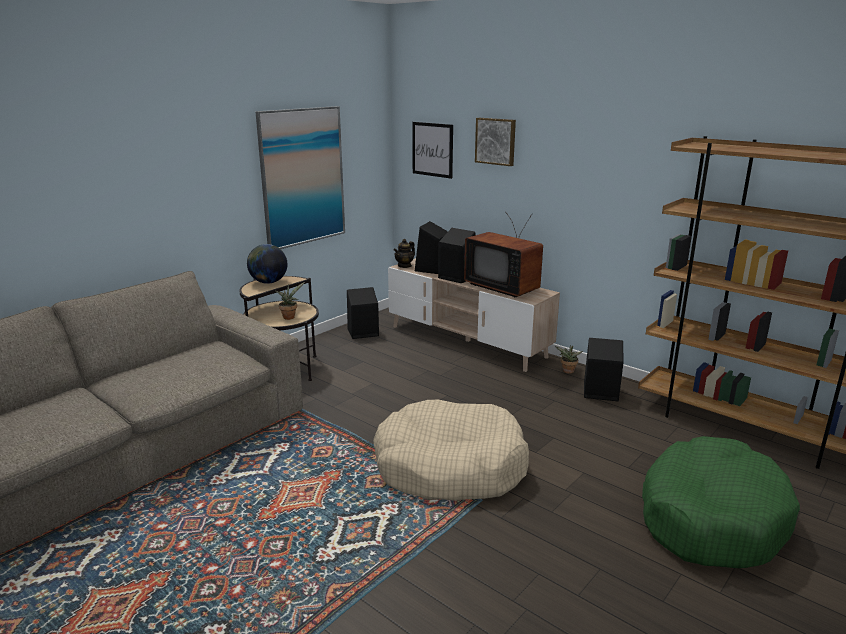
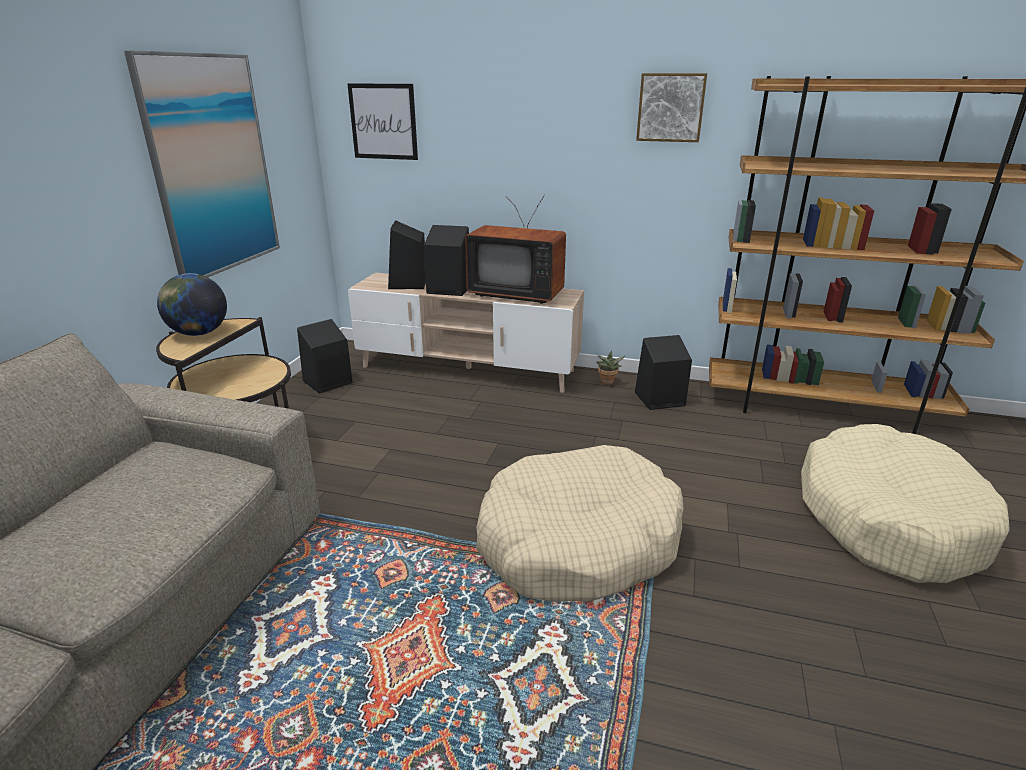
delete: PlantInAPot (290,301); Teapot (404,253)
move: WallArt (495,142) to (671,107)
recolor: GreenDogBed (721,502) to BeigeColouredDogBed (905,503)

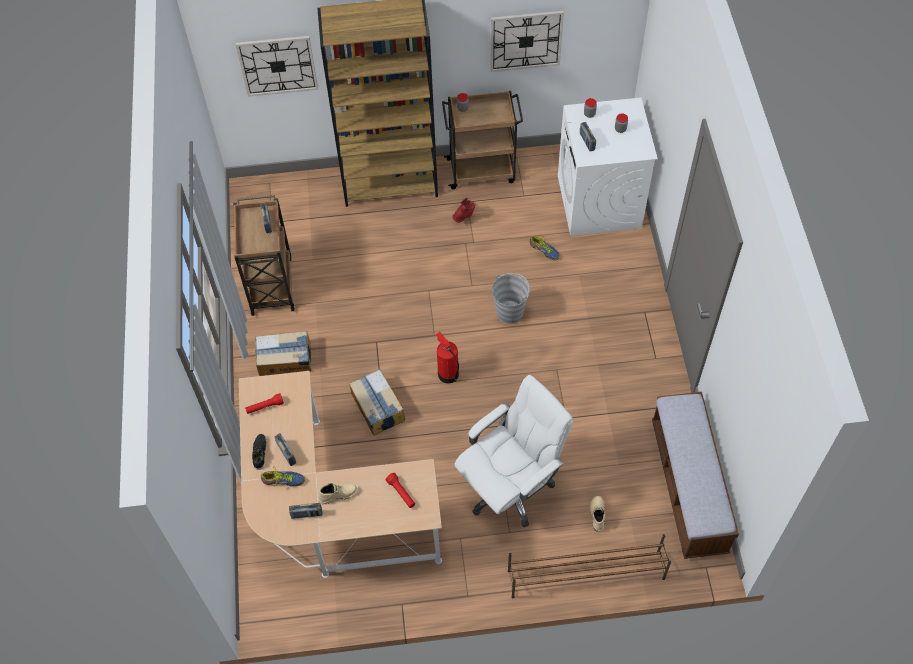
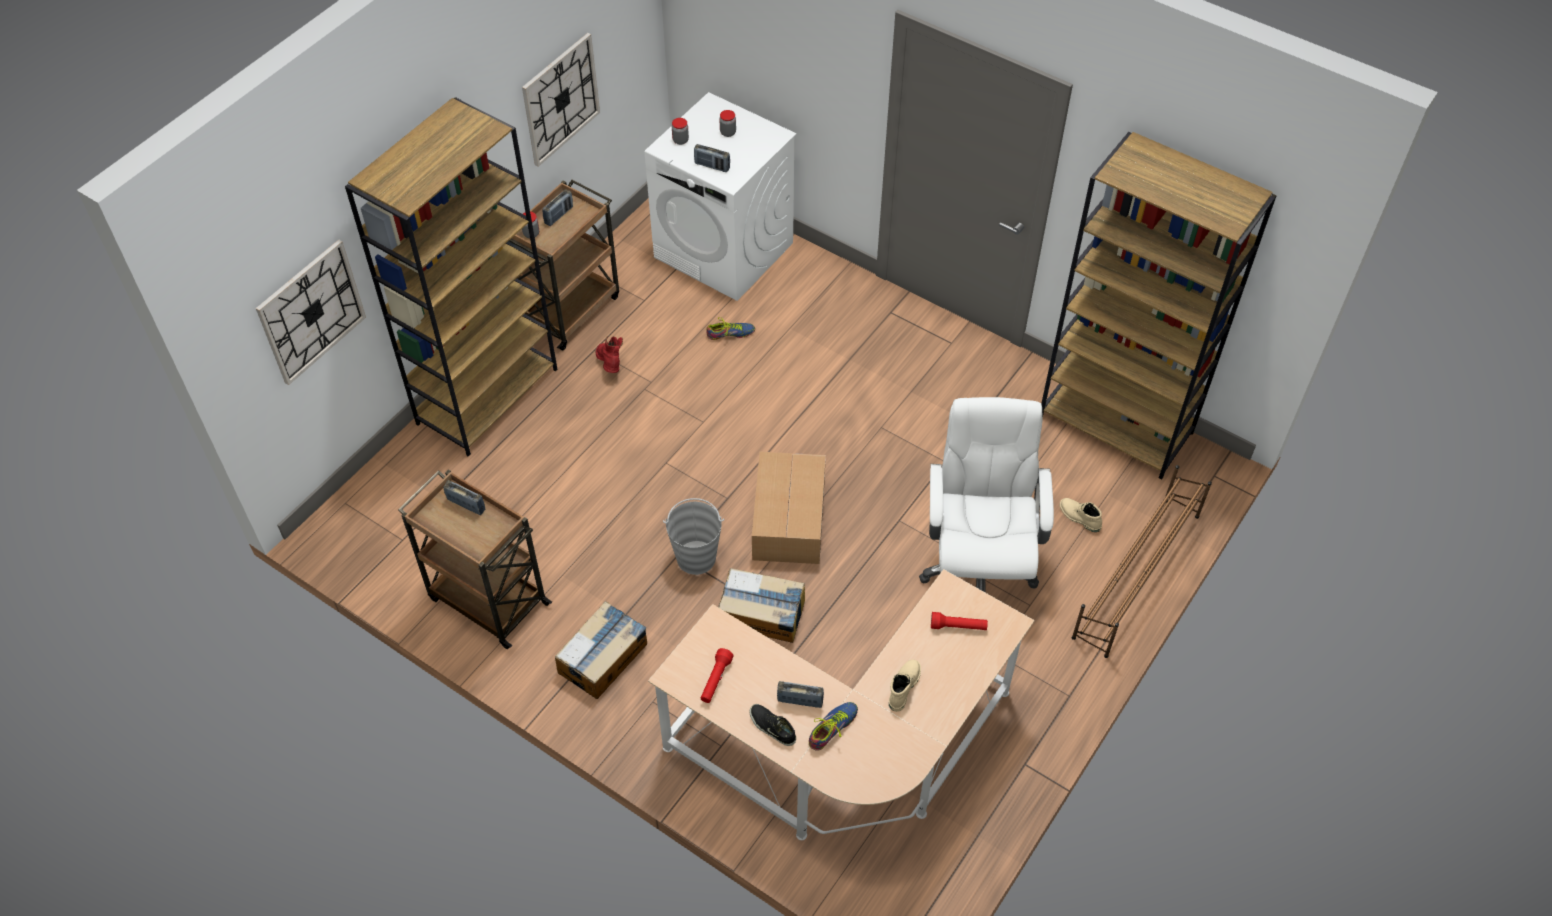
move: Radio (305,511) to (557,207); GreyishBucket (511,298) to (693,536)
replace: Extinguisher (447,357) to Carton (789,508); LongSeat (695,475) to BrownishBookcase (1158,306)

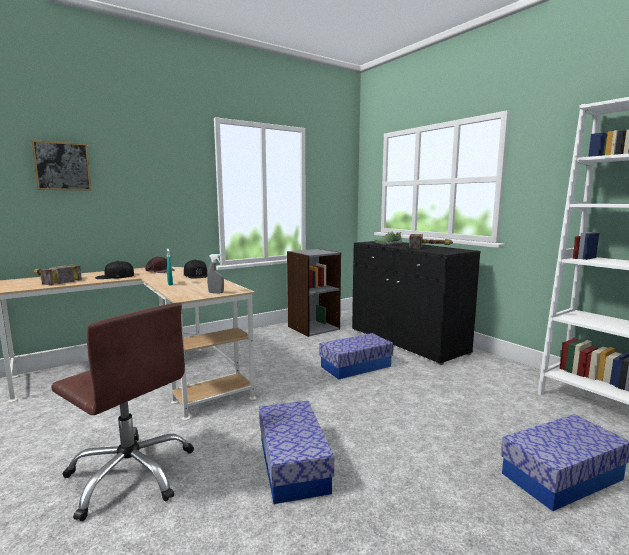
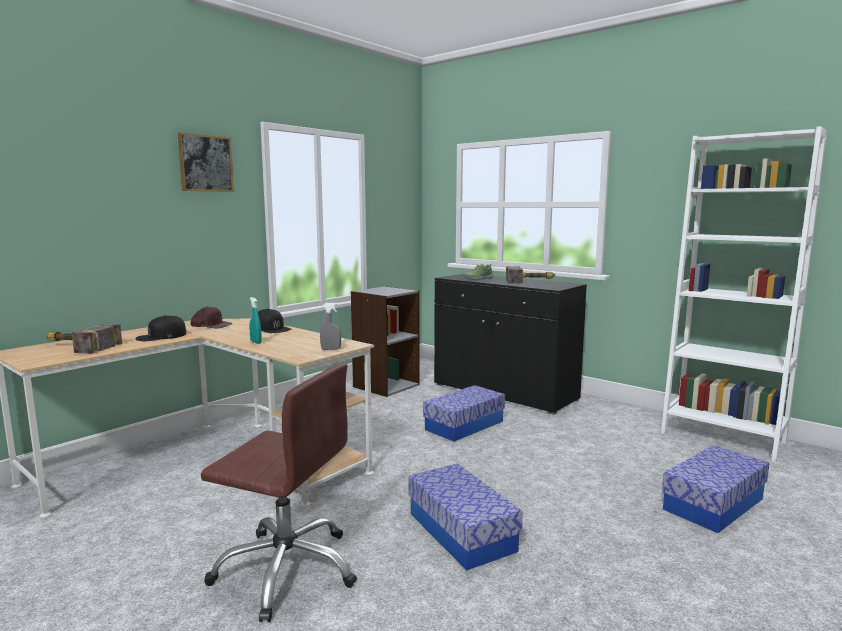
move: WallArt (61,165) to (206,162)

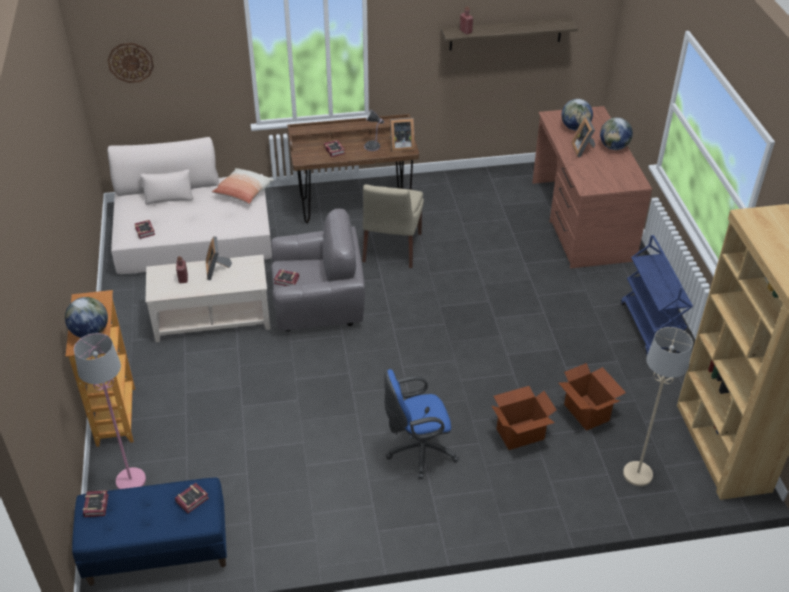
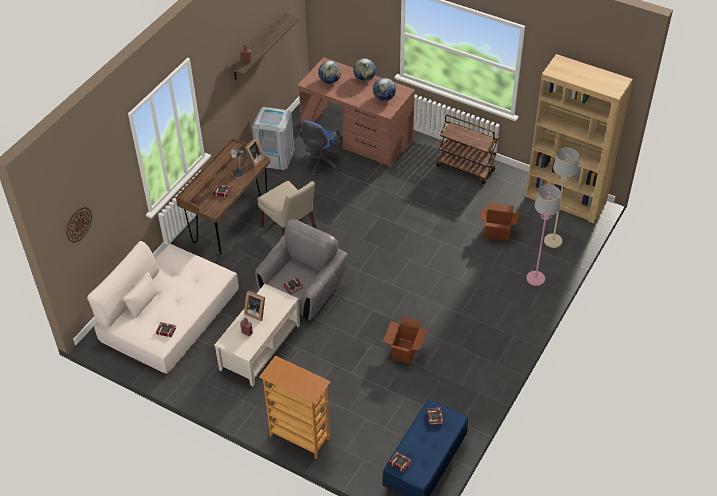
delete: ThrowPillow (243,186); PhotoFrame (583,137)
insert: GreyishWasteBin (273,138)
move: BlueOfficeChair (421,424) to (321,148); WorldGlobe (86,317) to (384,89); Carton (524,418) to (405,340); PinkColouredStandingLamp (110,411) to (543,235)
recolor: BlueCart (657,295) to BrownishCart (467,149)

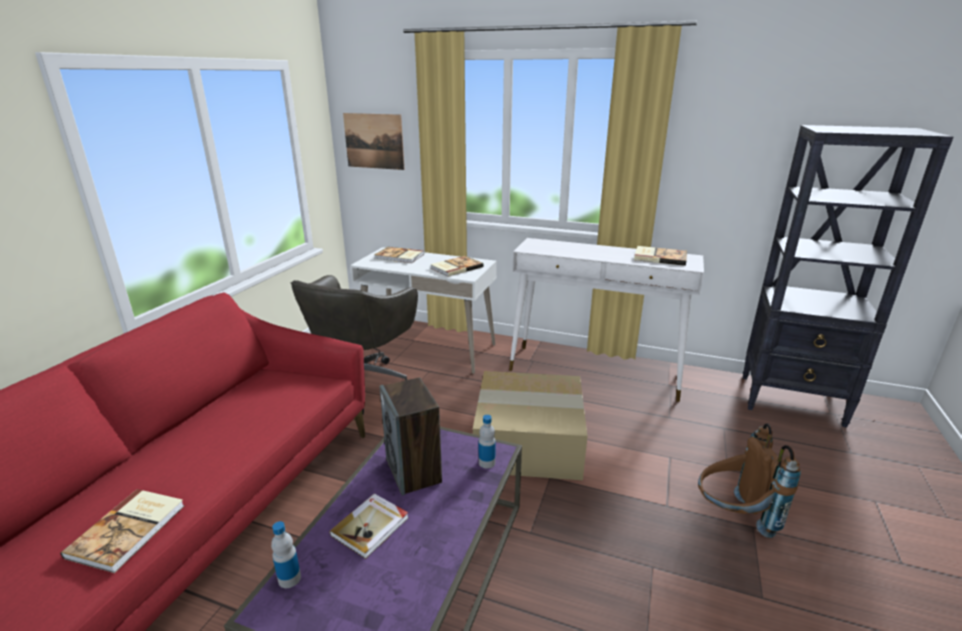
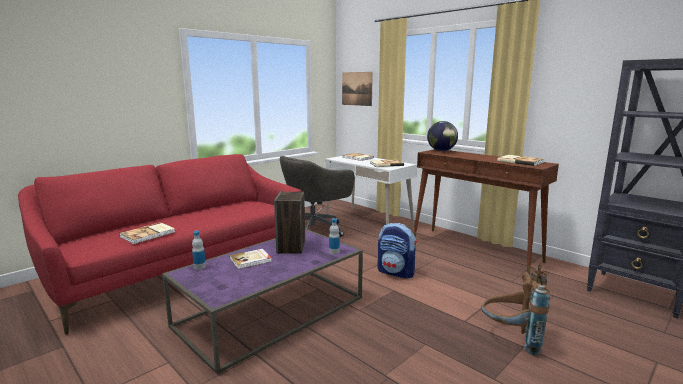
insert: WorldGlobe (442,136)
replace: Carton (530,425) to Backpack (397,251)
recolor: WhiteHallTable (606,320) to BrownishHallTable (486,212)

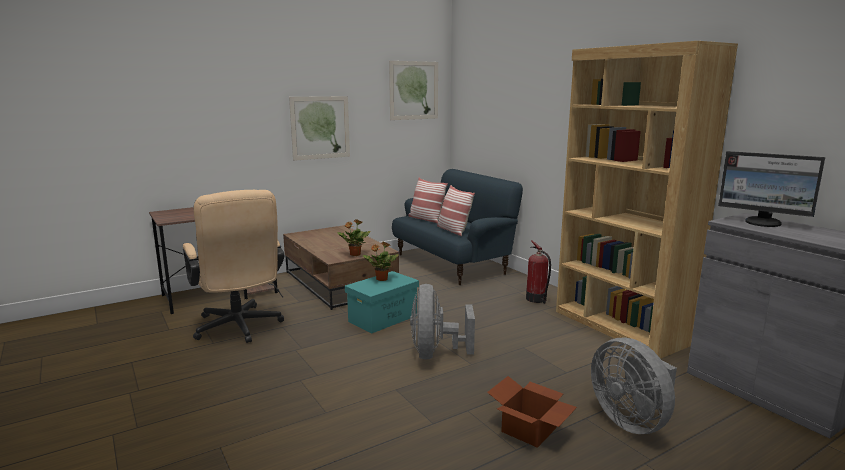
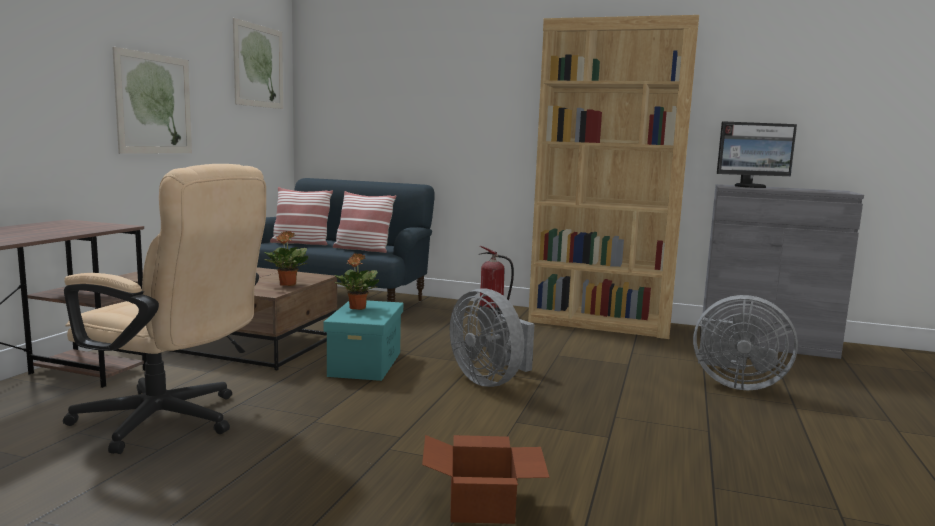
move: Carton (532,412) to (486,479)

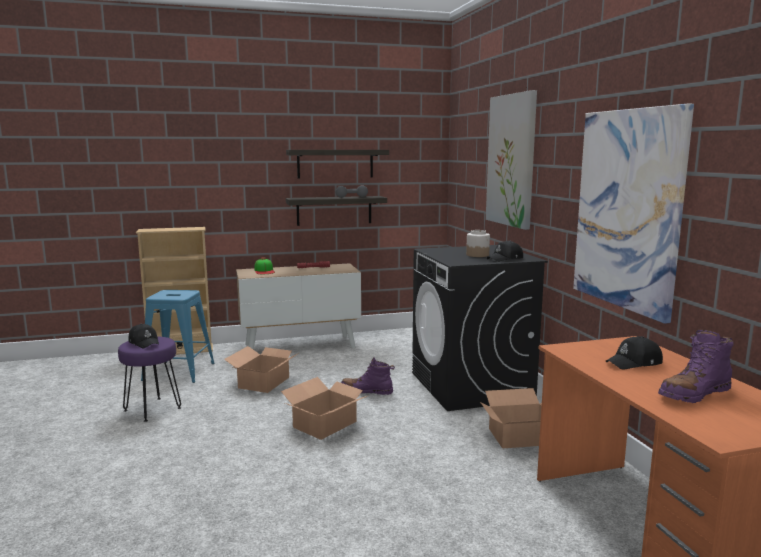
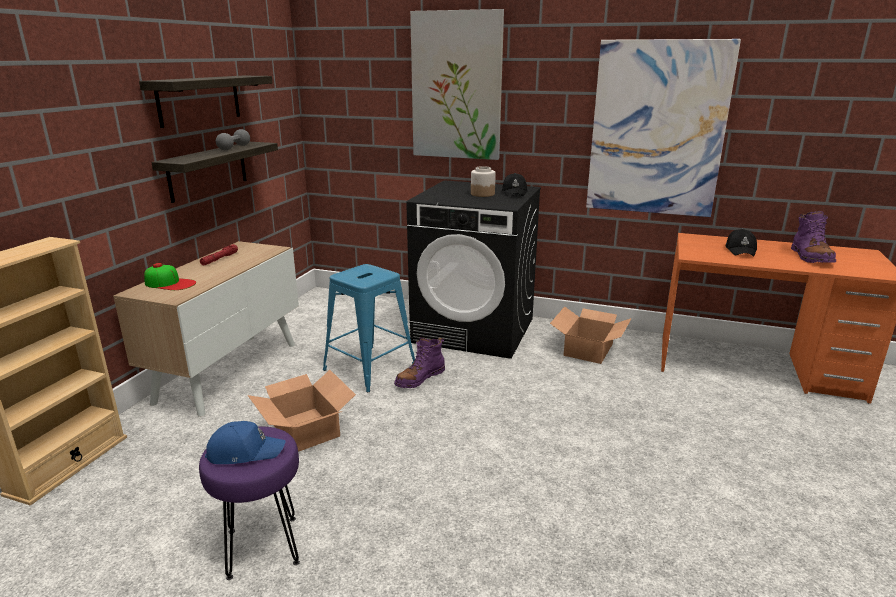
delete: Carton (325,408)
move: BlueStool (178,336) to (369,328)
recolor: BlackPeakedCap (143,336) to BluePeakedCap (245,442)

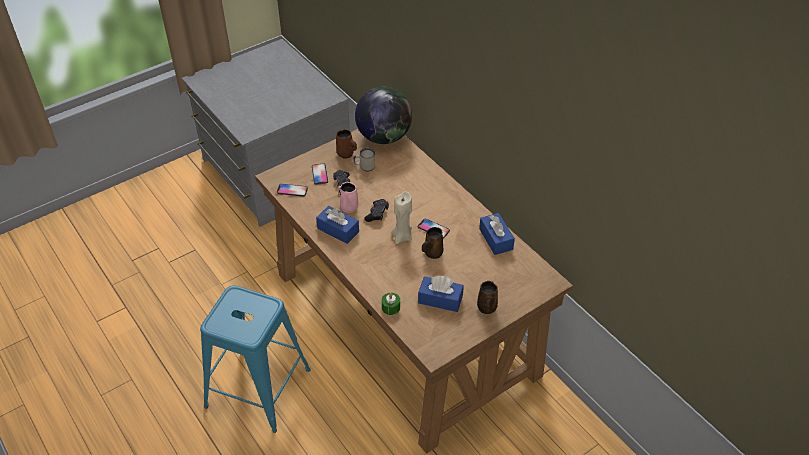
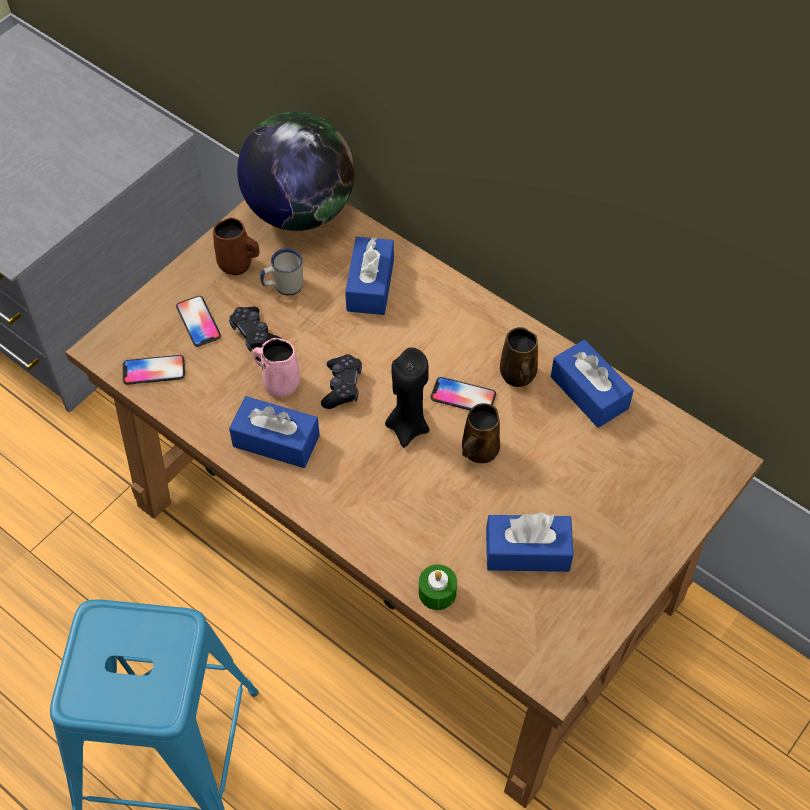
insert: BlueTissueBox (369,276)
move: BrownishMug (487,297) to (519,357)
recolor: BeigeColouredWaxLight (401,217) to BlackWaxLight (407,397)

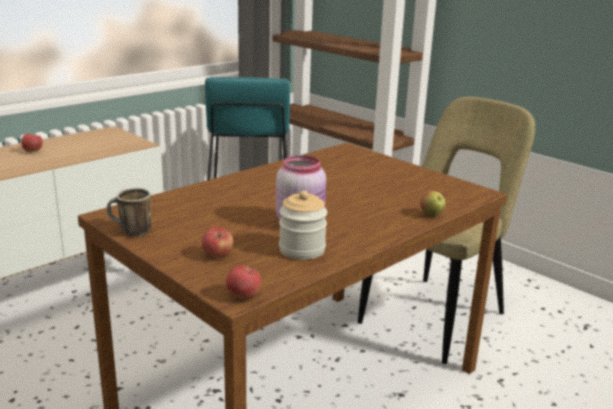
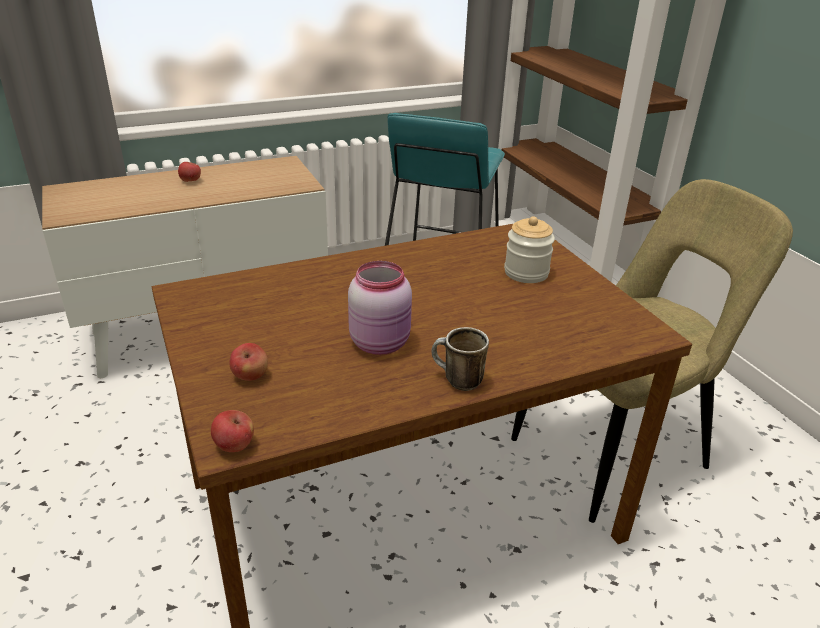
delete: AppleFruit (432,204)
move: Mug (129,212) to (460,359); PreserveJar (303,225) to (529,249)

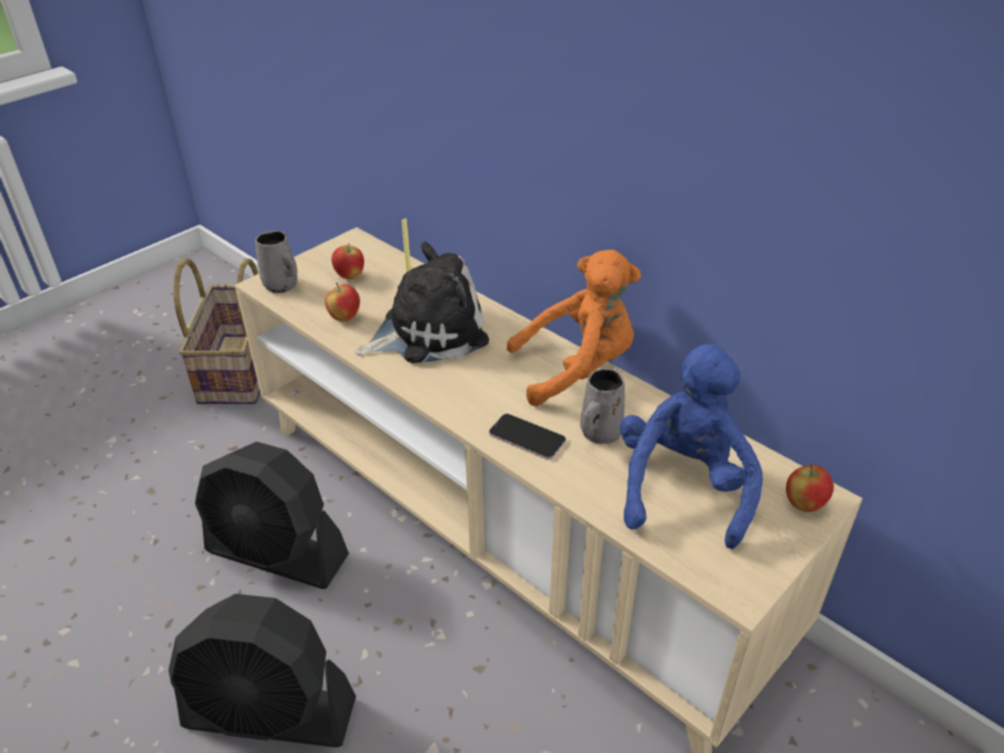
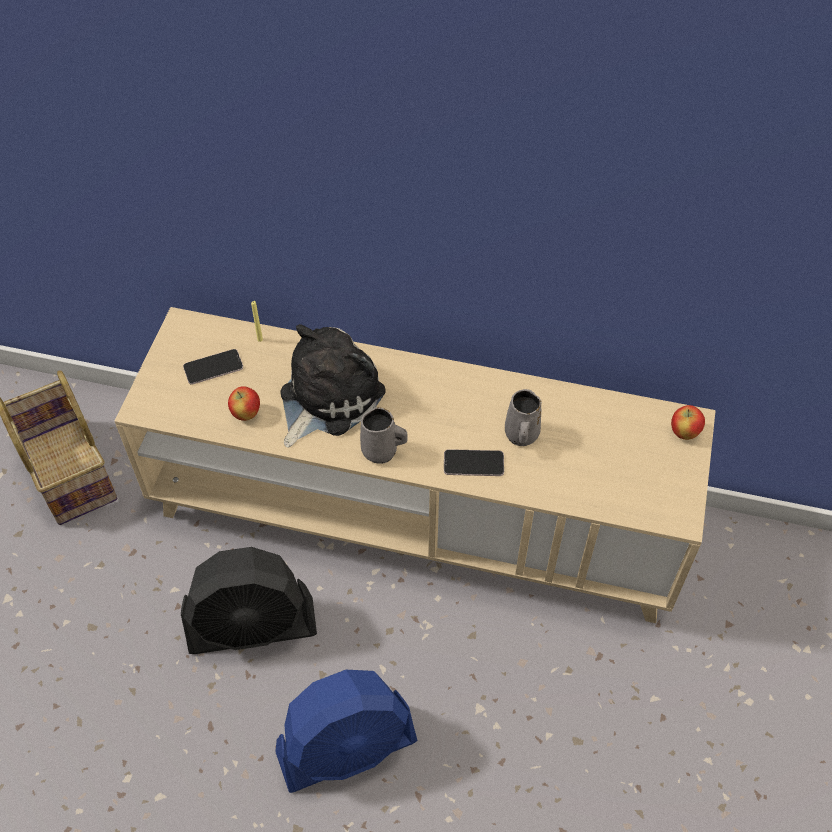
delete: OrangeCuddlyToy (574,328); BlueCuddlyToy (691,446)
move: GreyishMug (276,262) to (384,435)
replace: AppleFruit (347,261) to Phone (213,367)
recolor: BlackFan (262,670) to BlueFan (346,731)

